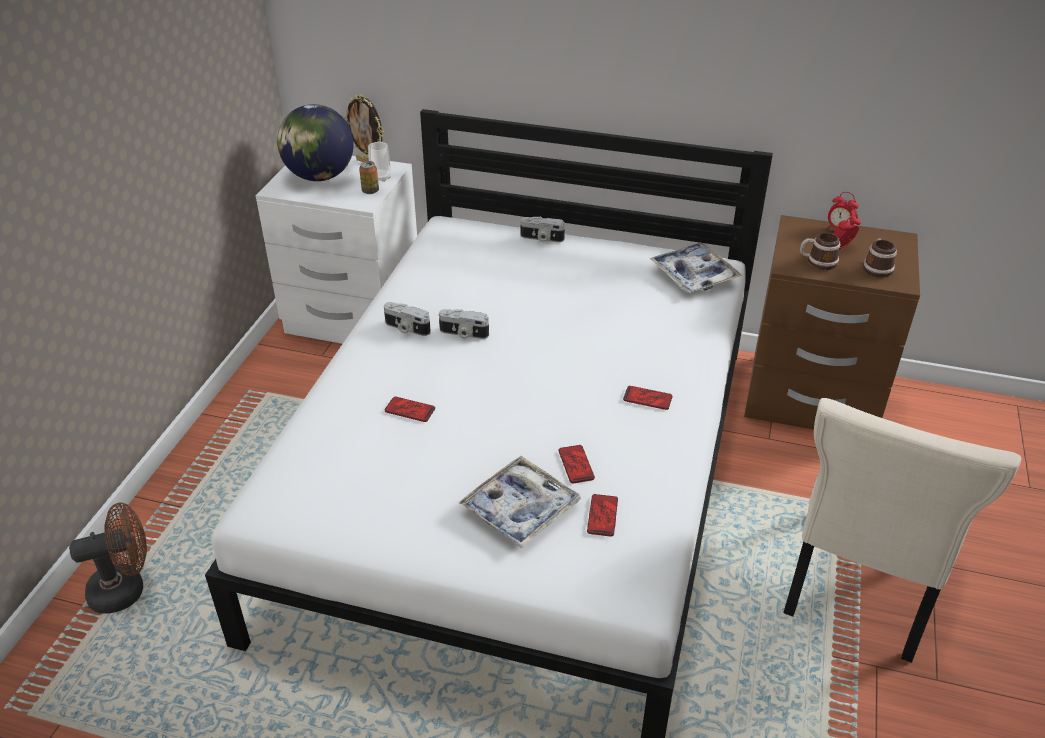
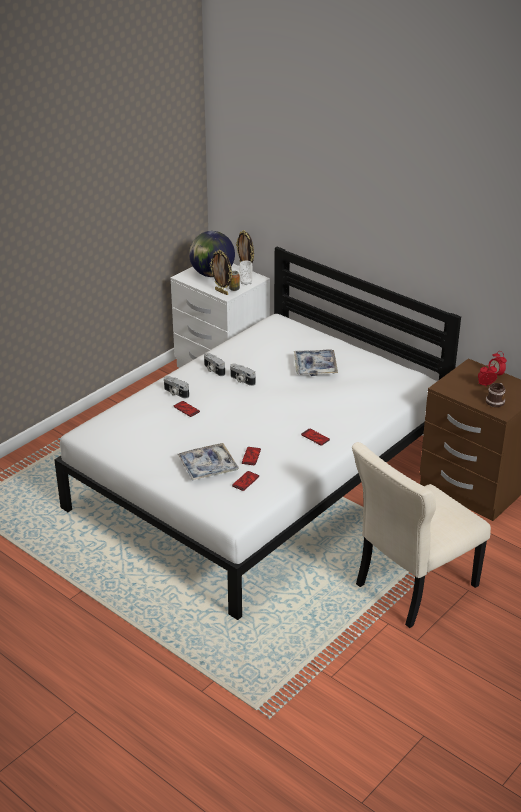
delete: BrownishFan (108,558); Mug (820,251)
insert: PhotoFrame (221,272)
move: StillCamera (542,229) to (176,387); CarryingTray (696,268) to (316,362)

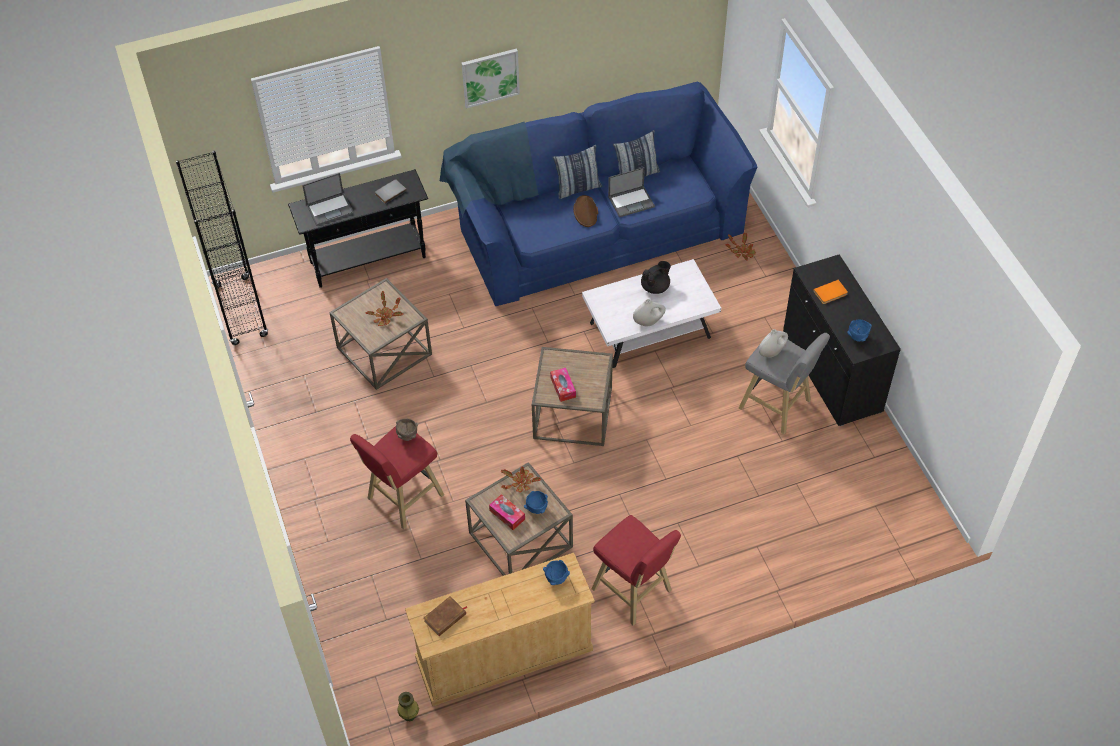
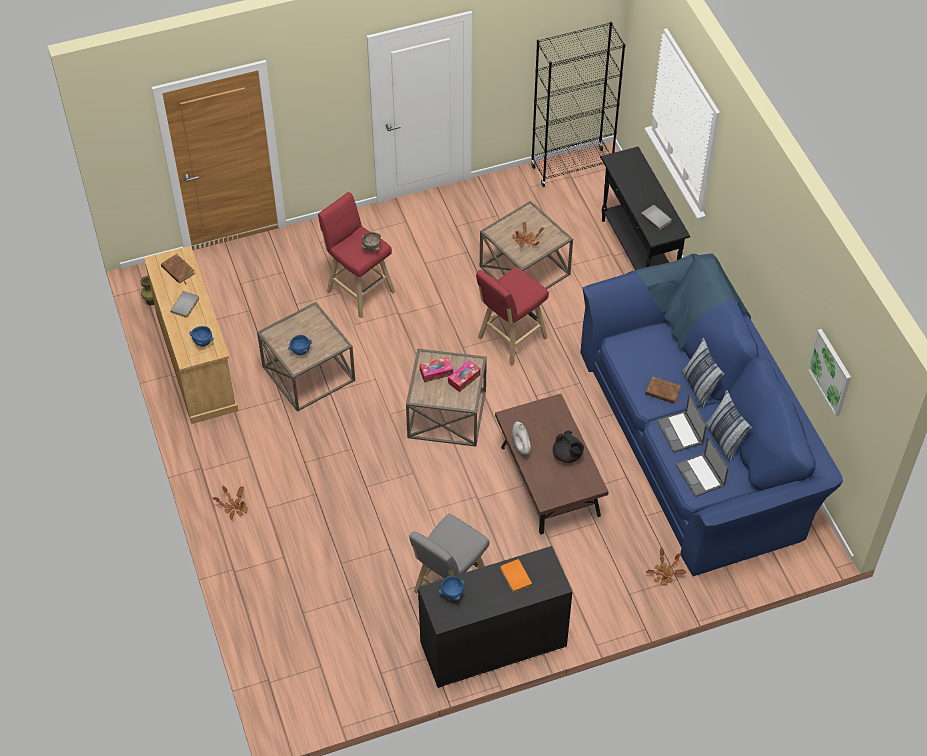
delete: WhiteVase (773,343)
insert: GreyishBoundBook (184,304)
move: PlantInAPot (521,479) to (230,503); TissueBox (507,512) to (464,376); RedColouredStool (636,570) to (512,316); PortableComputer (328,199) to (702,466); WallArt (491,79) to (829,372)
replace: BrownishClothingHat (585,211) to BrownishBoundBook (663,390)
recolor: WhiteLowTable (651,313) to BrownishLowTable (552,464)

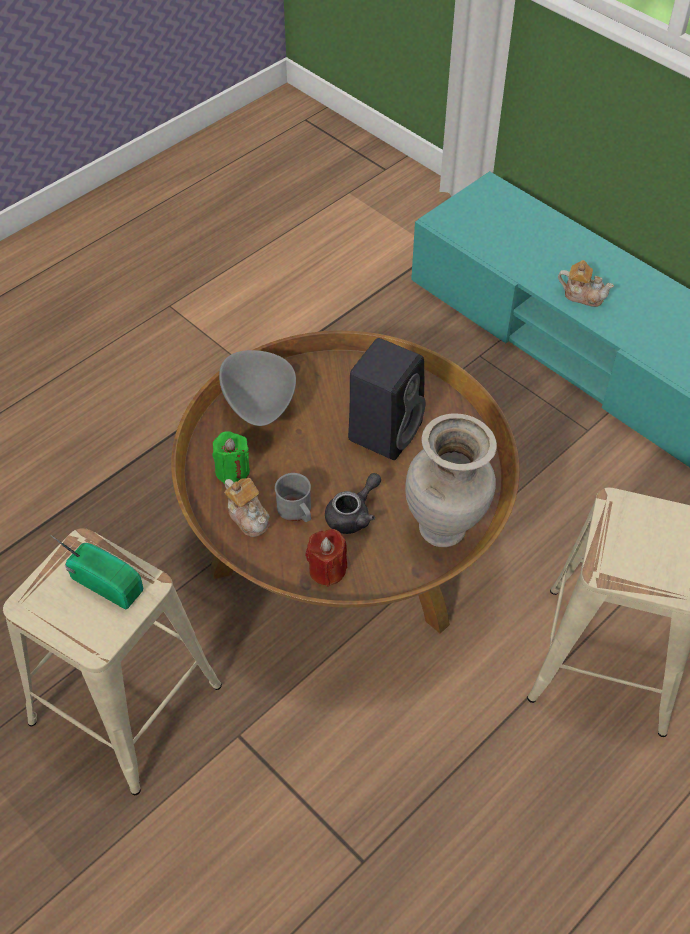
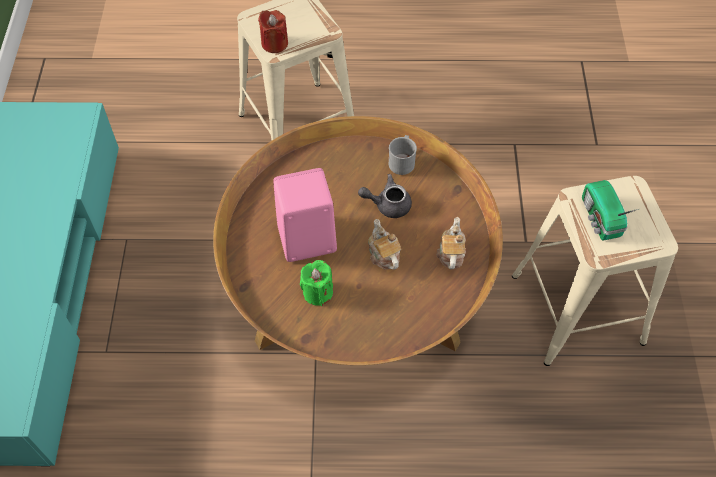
delete: GreyishBowl (257,388); BeigeColouredVase (451,480)
move: RedColouredWaxLight (326,558) to (273,31); GreenWaxLight (231,457) to (316,283); Teapot (586,283) to (384,244); GreyishMug (293,497) to (403,155)
recolor: BlackLoudspeaker (386,399) to PinkColouredLoudspeaker (305,215)

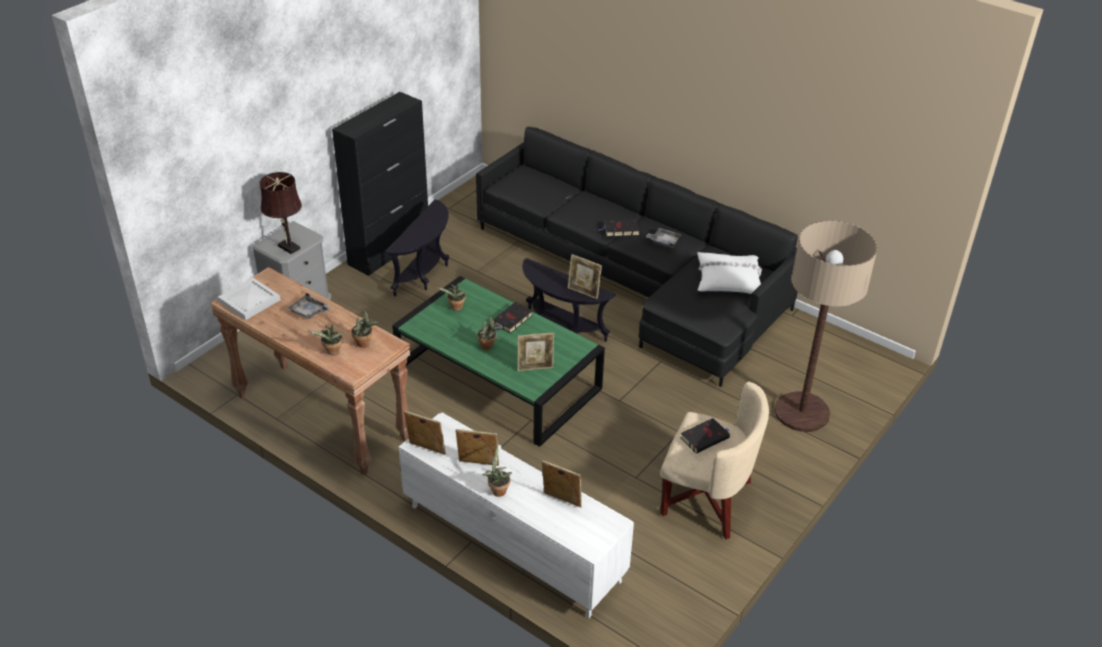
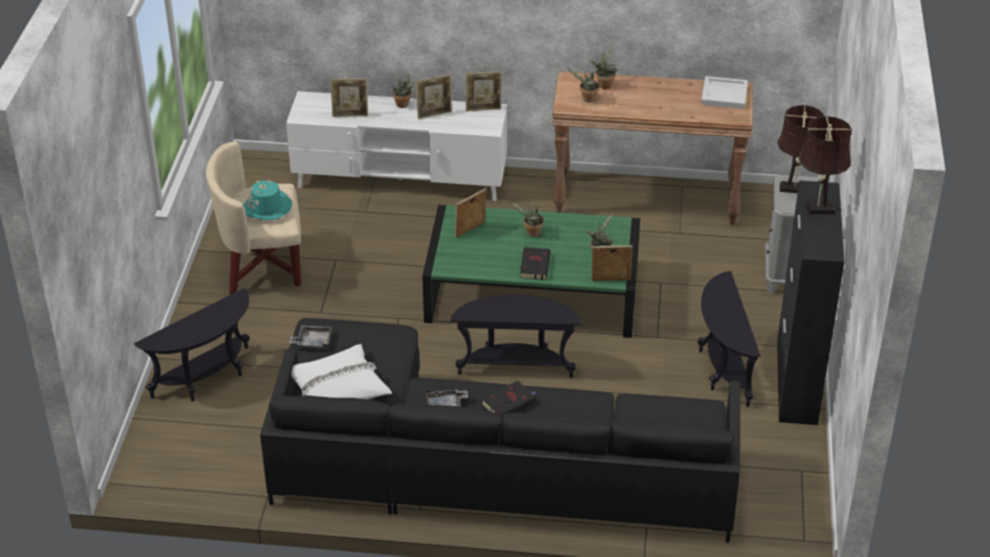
insert: BrownishTableLamp (825,165)
move: GreyishCarryingTray (309,306) to (310,337); PhotoFrame (585,276) to (612,263)
replace: StandingLamp (826,326) to BlackSideTable (192,344); BlackBoundBook (705,436) to BlueGreenClothingHat (268,200)

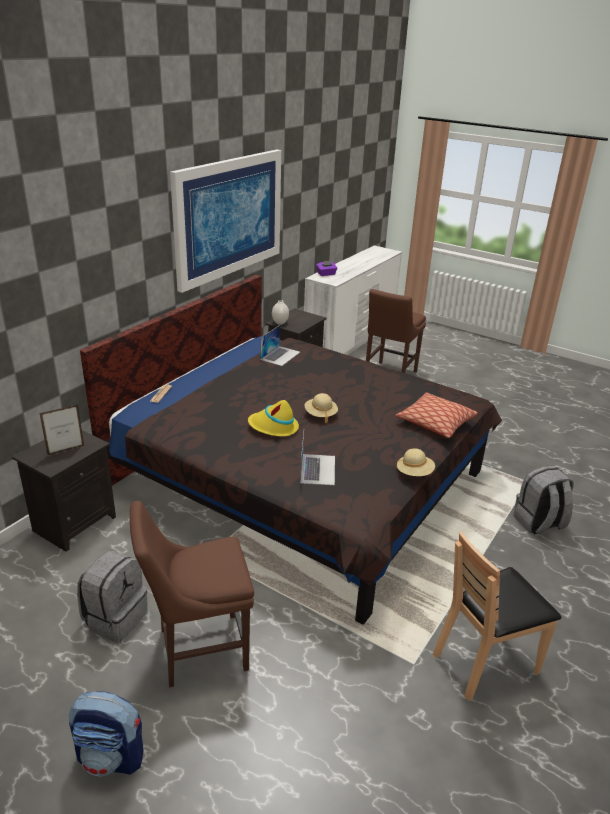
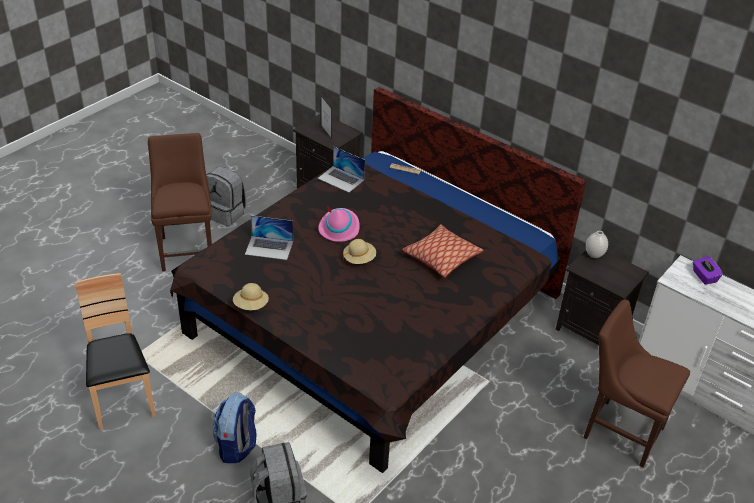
delete: WallArt (225,221)
move: Backpack (106,733) to (234,428); PortableComputer (280,345) to (341,169); ThrowPillow (436,415) to (443,251)
recolor: YellowishClothingHat (273,418) to PinkColouredClothingHat (339,224)

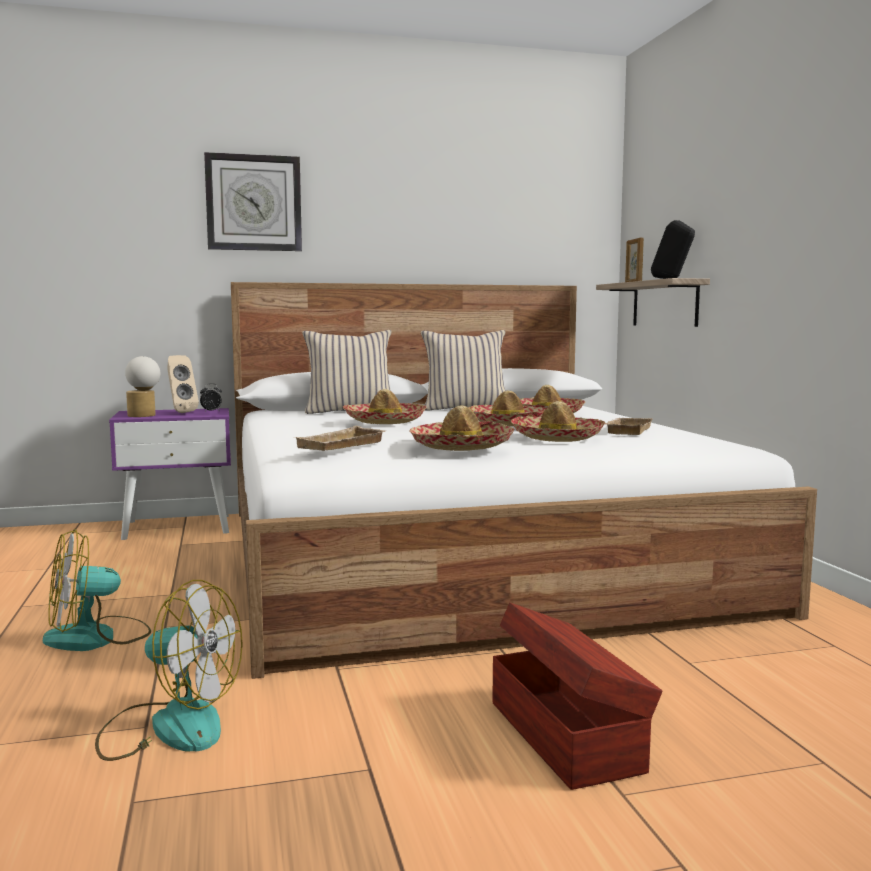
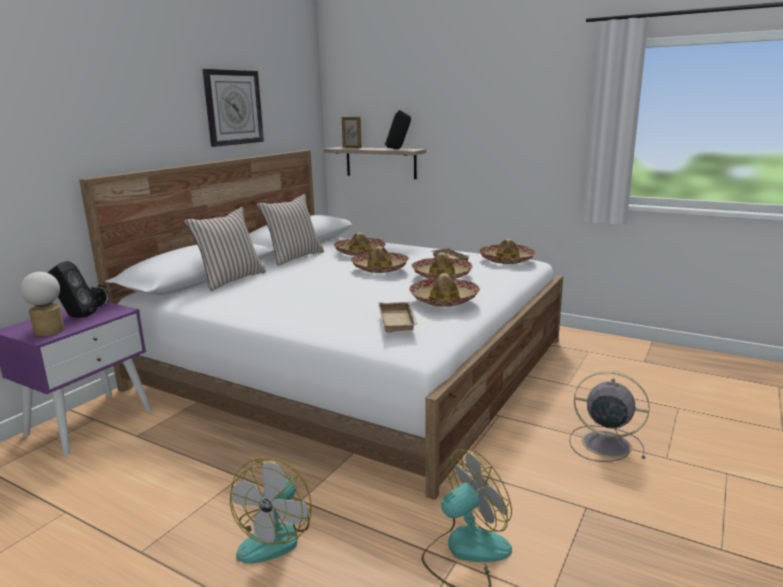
move: HangingClock (253,201) to (233,108); ClothingHat (385,406) to (507,251)
replace: BrownishStorageBox (577,696) to GreyishFan (609,416)
recolor: BeigeColouredLoudspeaker (183,384) to BlackLoudspeaker (72,289)

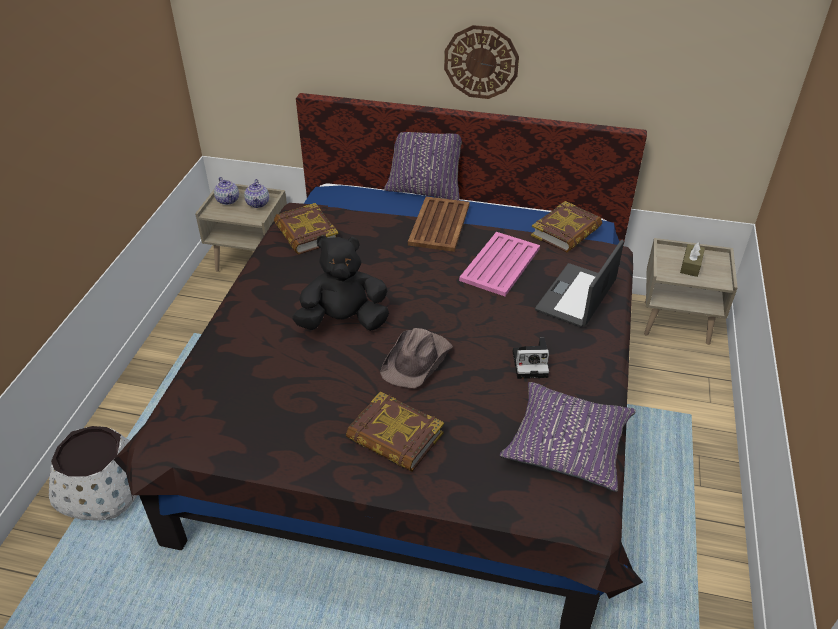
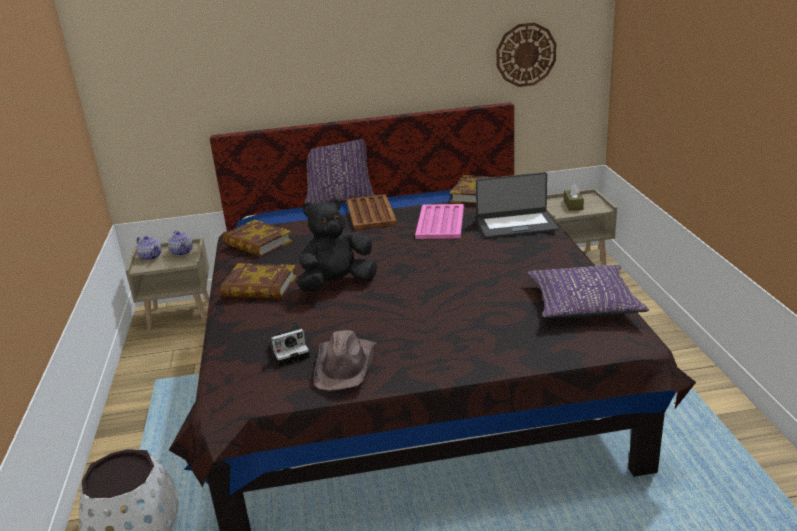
move: BoundBook (395,431) to (258,281); StillCamera (531,358) to (289,344); BrownishClothingHat (416,358) to (345,360); HangingClock (481,62) to (526,54)
rotate: PortableComputer (579,283) = (517,205) 105 degrees counterclockwise

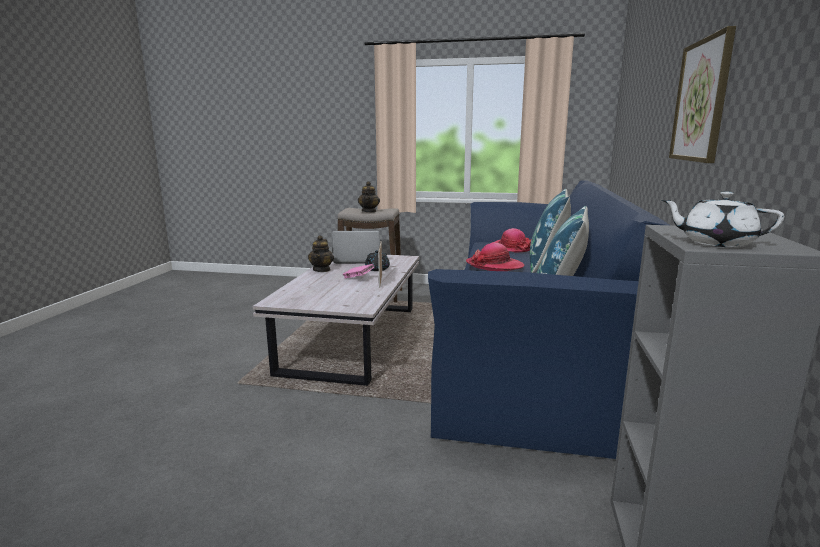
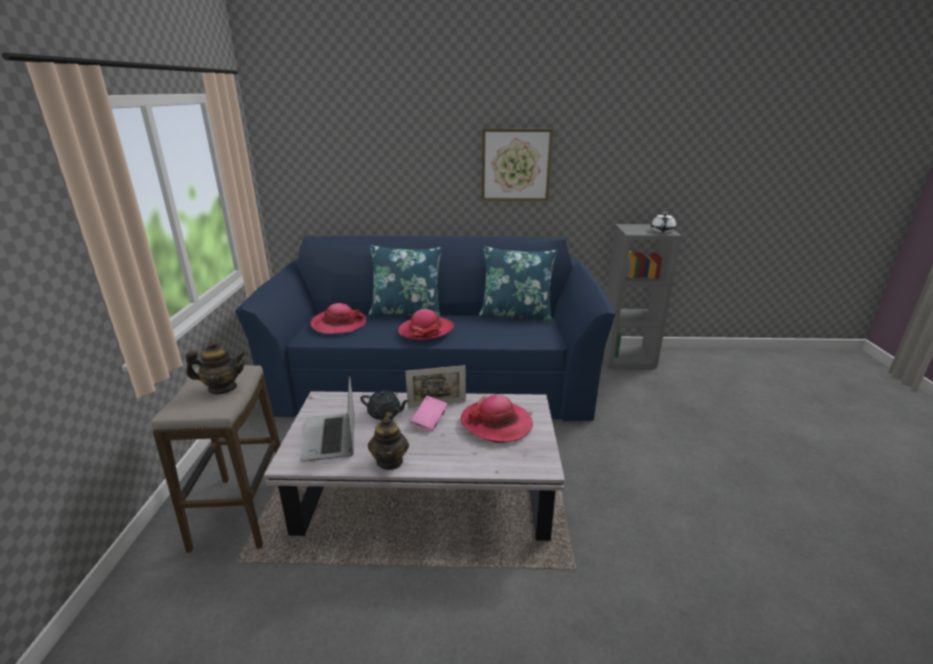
insert: ClothingHat (496,418)
rotate: Teapot (321,253) = (388,441) 90 degrees clockwise

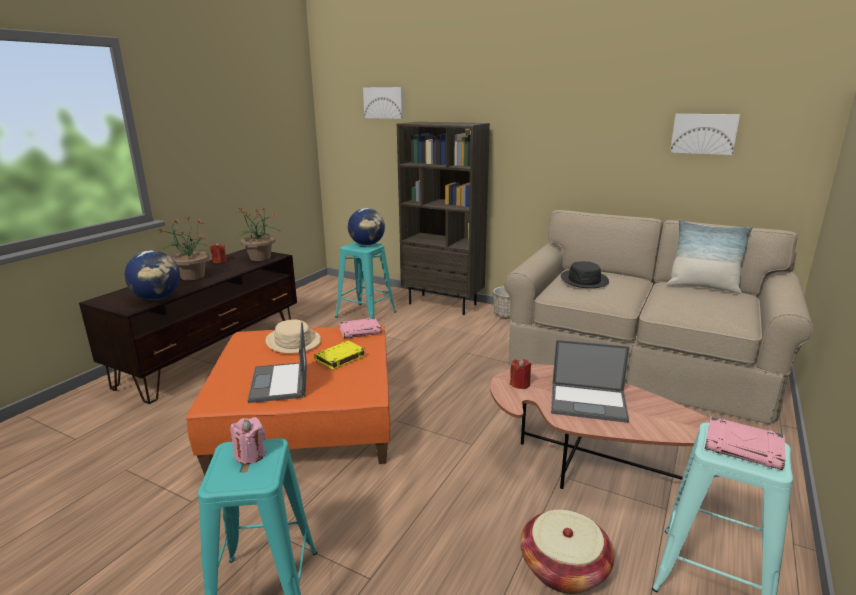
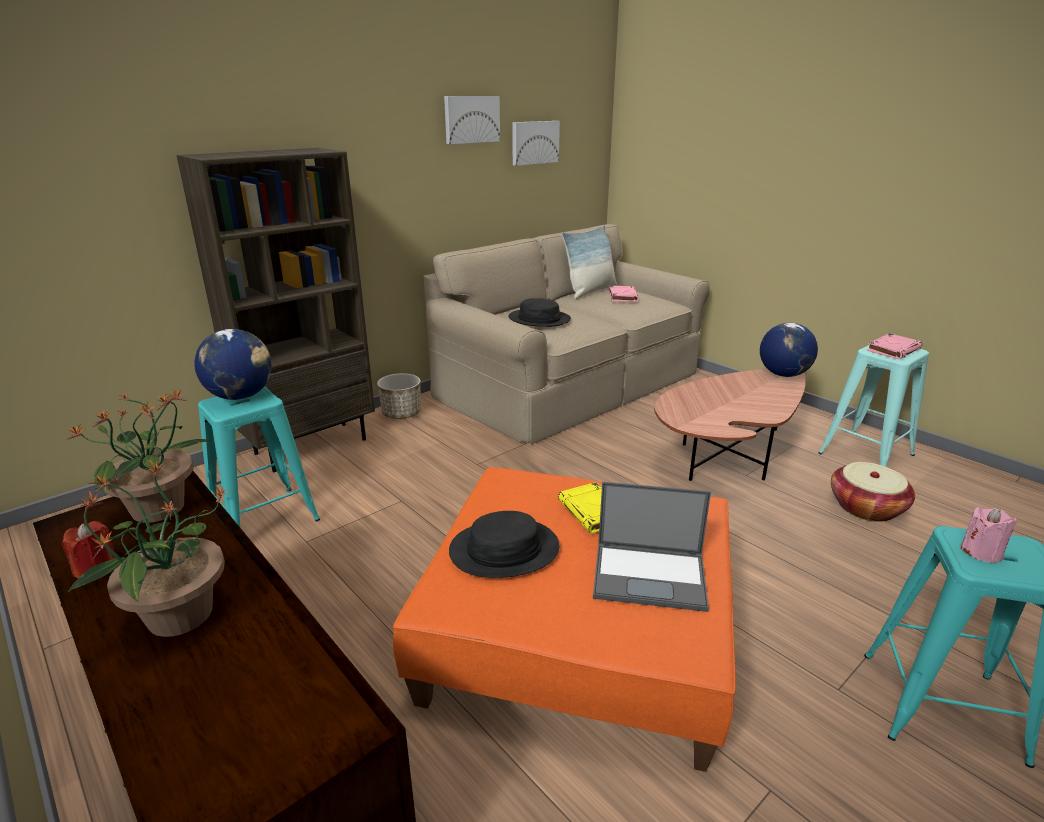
delete: RedColouredWaxLight (520,374); PortableComputer (590,381)
move: WallArt (383,103) to (472,120); PinkColouredBoundBook (360,328) to (624,294); WorldGlobe (152,275) to (789,350)
recolor: BeigeColouredClothingHat (293,336) to BlackClothingHat (504,544)

